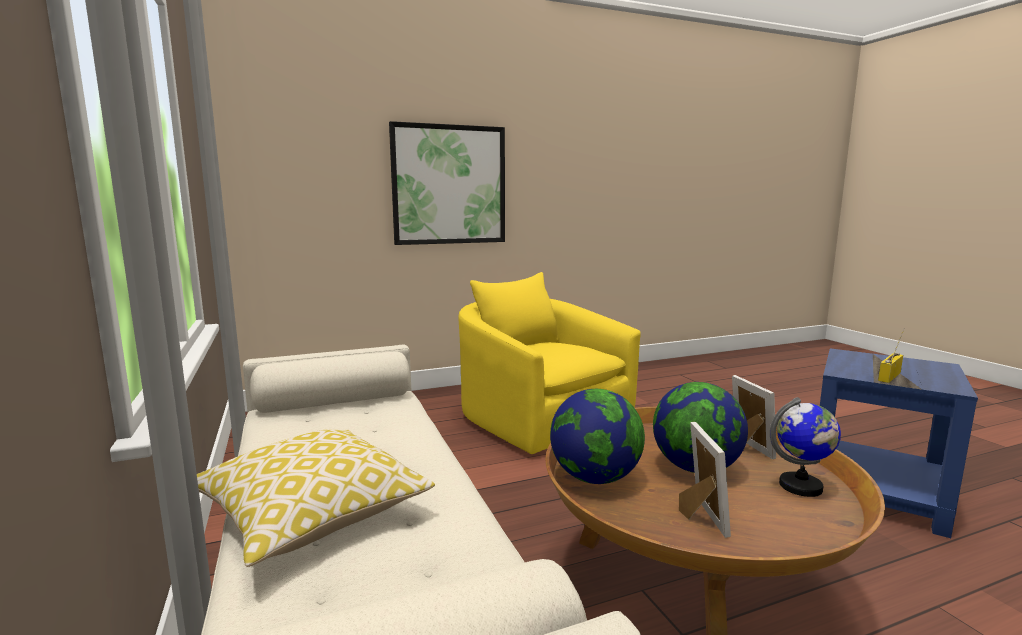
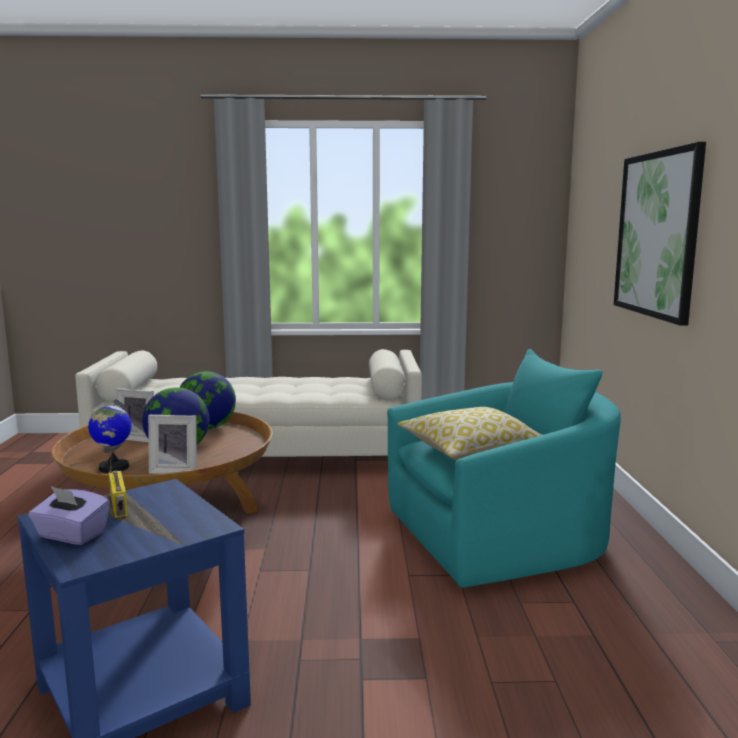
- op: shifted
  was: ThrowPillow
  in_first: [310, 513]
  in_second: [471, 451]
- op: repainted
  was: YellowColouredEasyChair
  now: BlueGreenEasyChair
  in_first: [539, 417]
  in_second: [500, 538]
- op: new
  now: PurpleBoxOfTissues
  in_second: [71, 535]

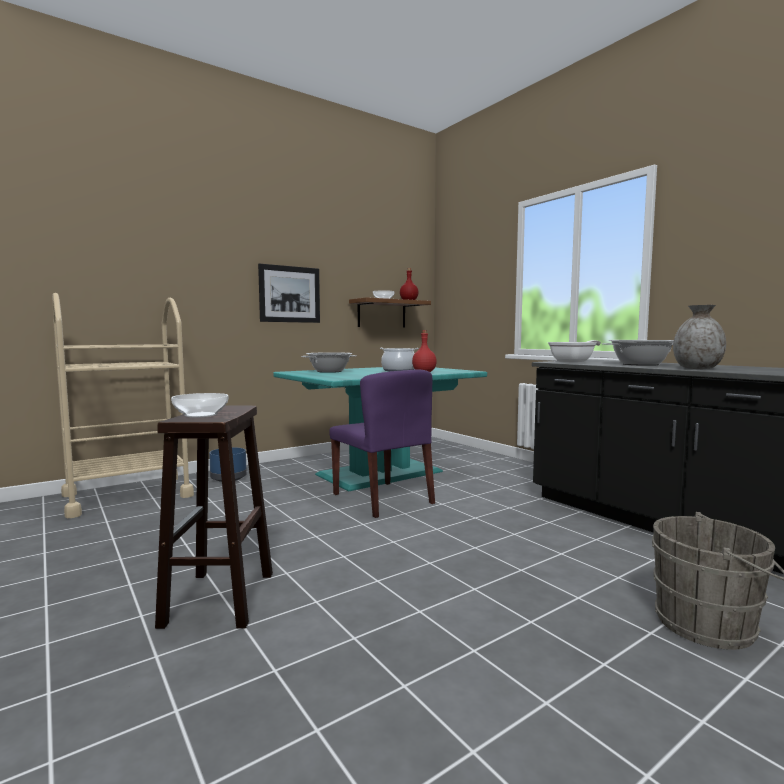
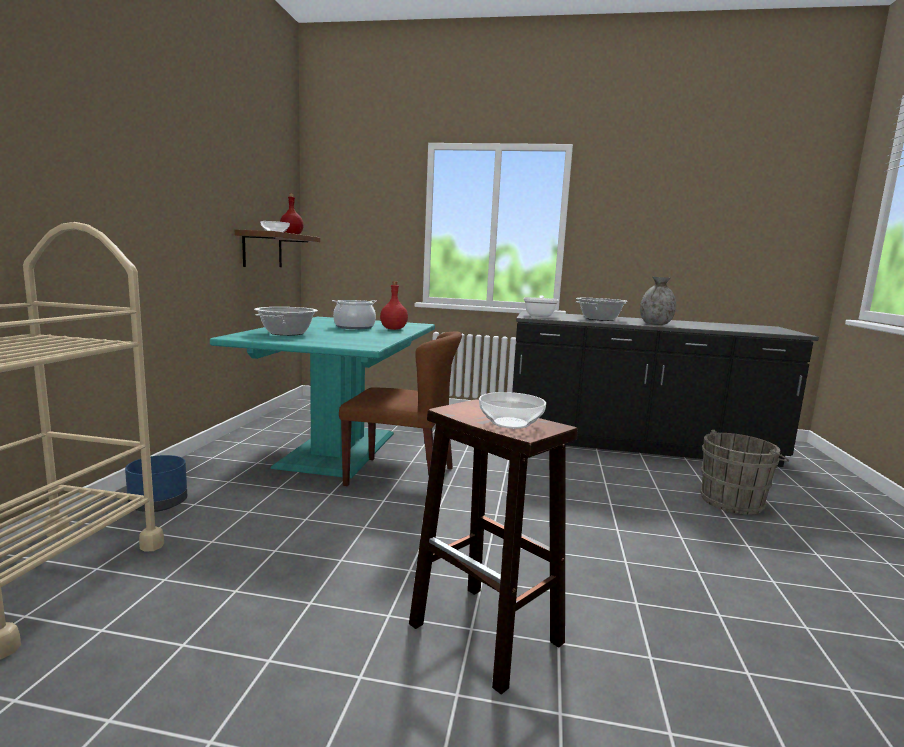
- op: gone
  was: WallPicture
  in_first: [290, 294]
- op: repainted
  was: PurplePlainChair
  now: BrownPlainChair
  in_first: [383, 499]
  in_second: [401, 476]

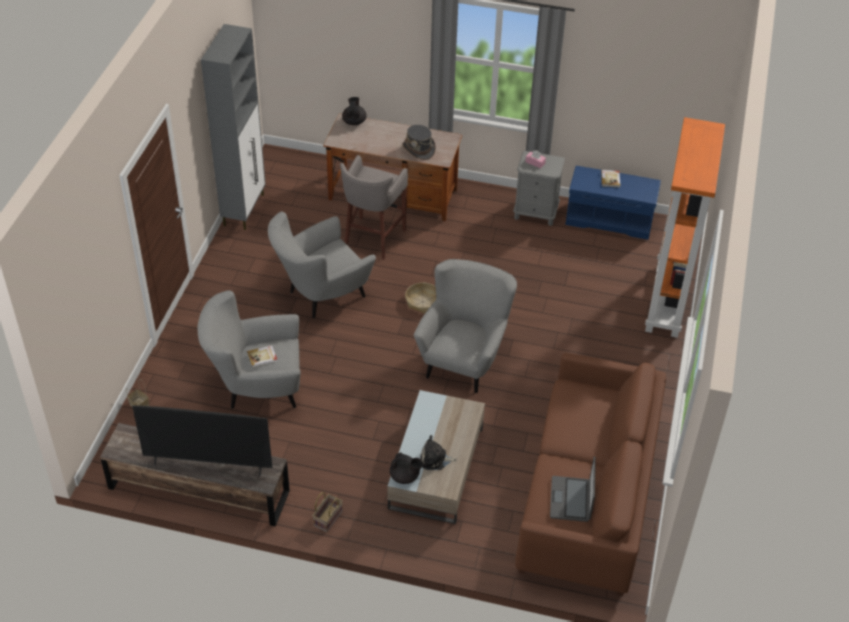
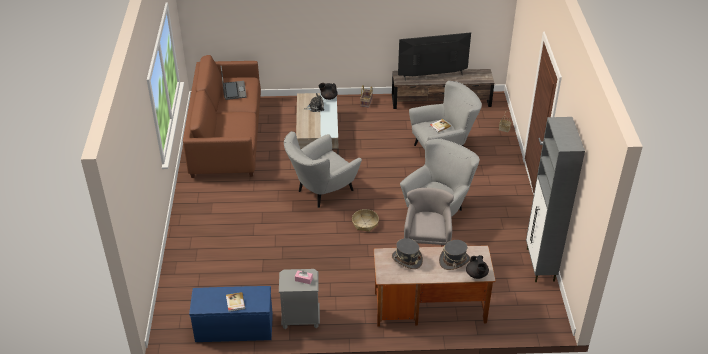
- op: rotated
  was: GrayEasyChair
  in_first: [464, 359]
  in_second: [321, 192]
  clockwise: 45
- op: gone
  was: OrangeyShelvingUnit
  in_first: [667, 301]
- op: new
  now: GrayWearableHat
  in_second: [454, 260]

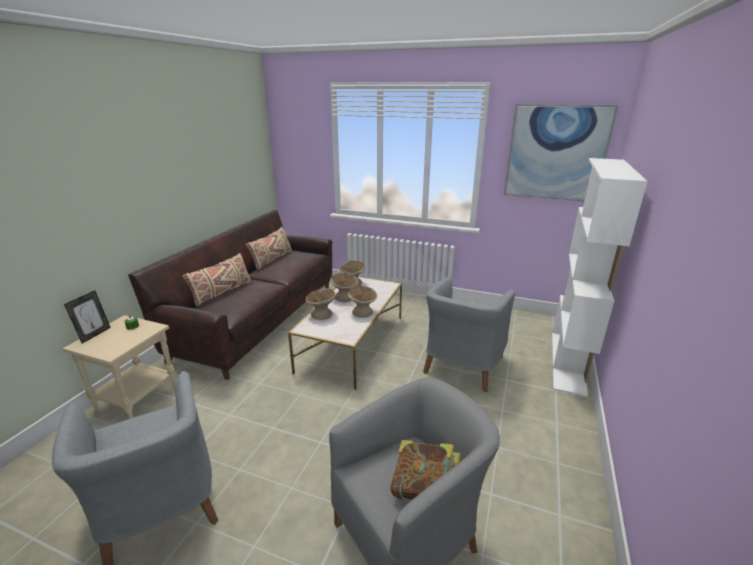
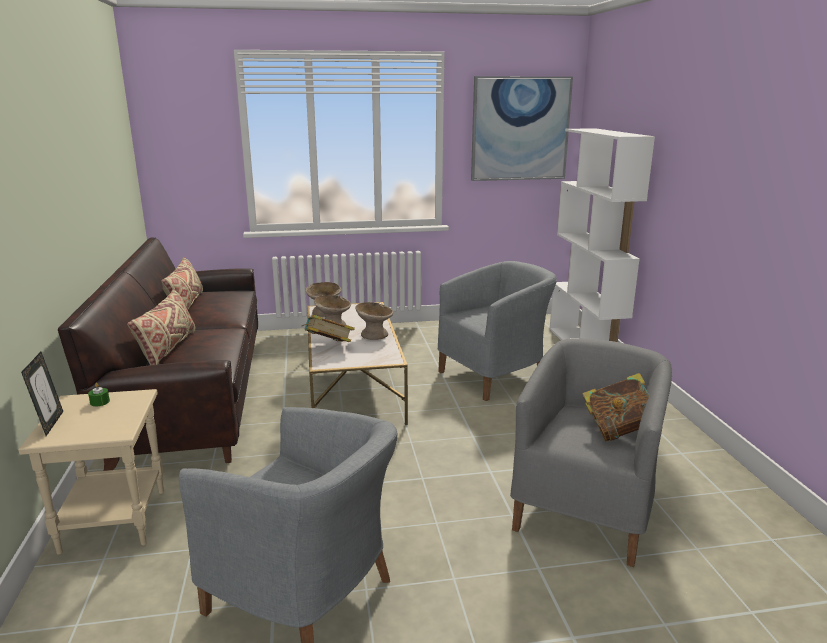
- op: swapped
  was: SandColouredDeepDish
  now: Book
  in_first: [322, 314]
  in_second: [328, 347]
- op: rotated
  was: GrayEasyChair
  in_first: [462, 366]
  in_second: [495, 375]
  clockwise: -120

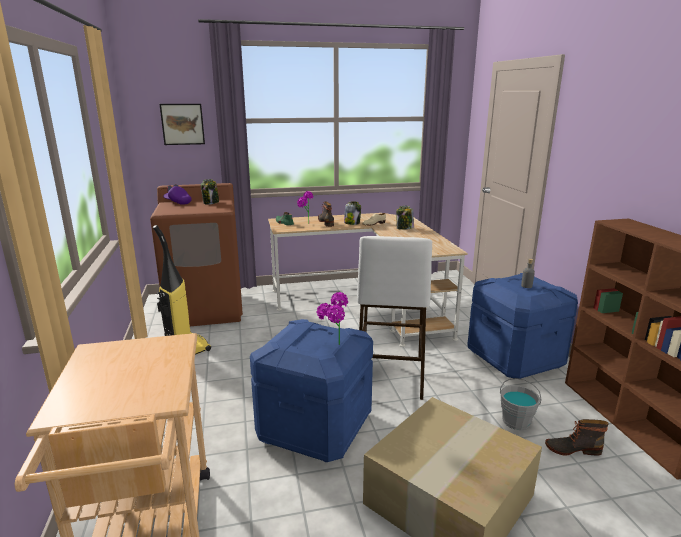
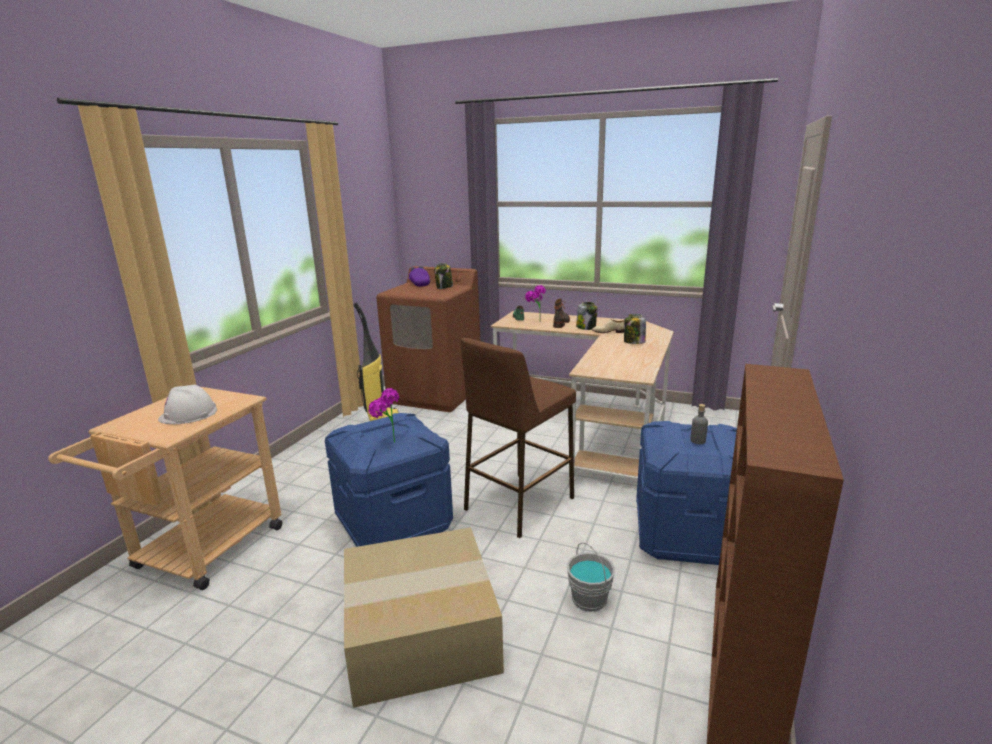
- op: gone
  was: WallPicture
  in_first: [182, 124]
- op: repainted
  was: WhitishSittingStool
  now: BrownSittingStool
  in_first: [390, 375]
  in_second: [519, 504]
- op: gone
  was: TallBoot
  in_first: [572, 449]
- op: new
  now: WhitishHardHat
  in_second: [188, 414]

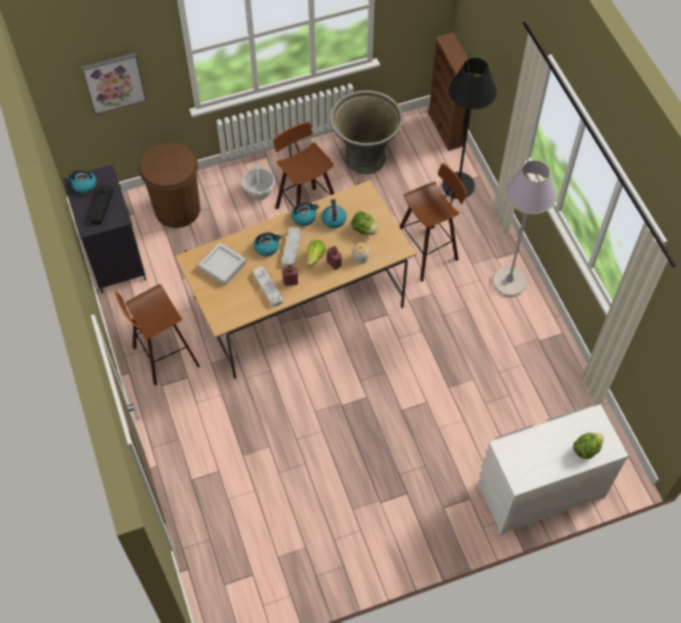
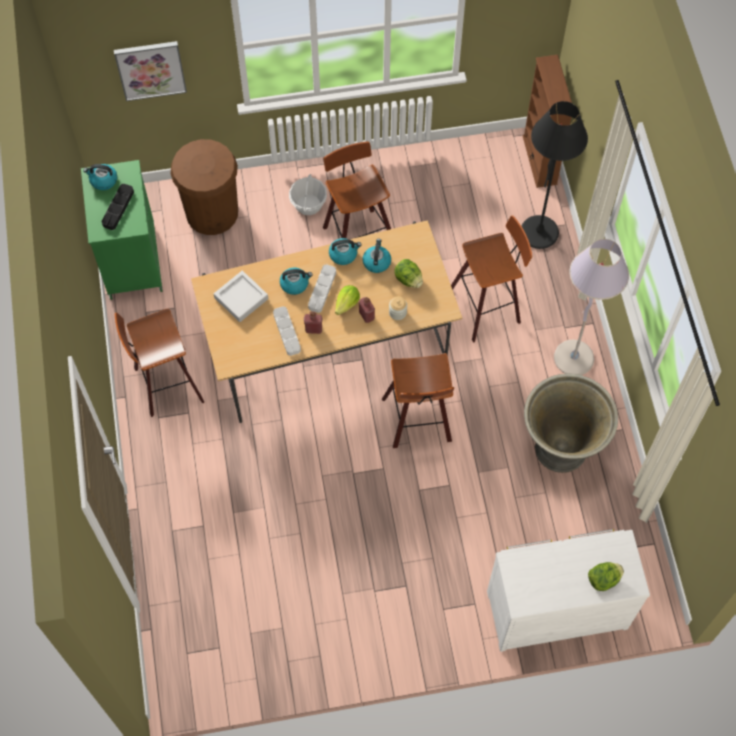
- op: repainted
  was: BlackishCabinet
  now: GreenCabinet
  in_first: [114, 257]
  in_second: [131, 258]
- op: shifted
  was: GrayPlantPot
  in_first: [365, 158]
  in_second: [561, 447]
- op: new
  now: SittingStool
  in_second: [419, 422]

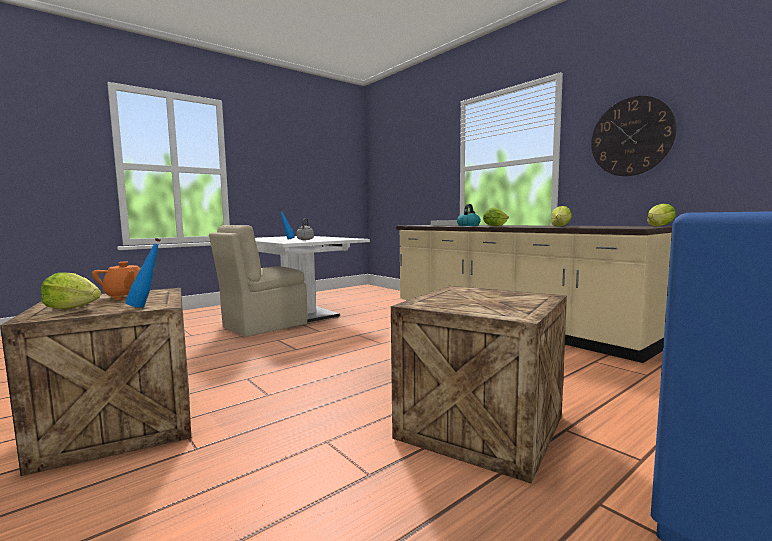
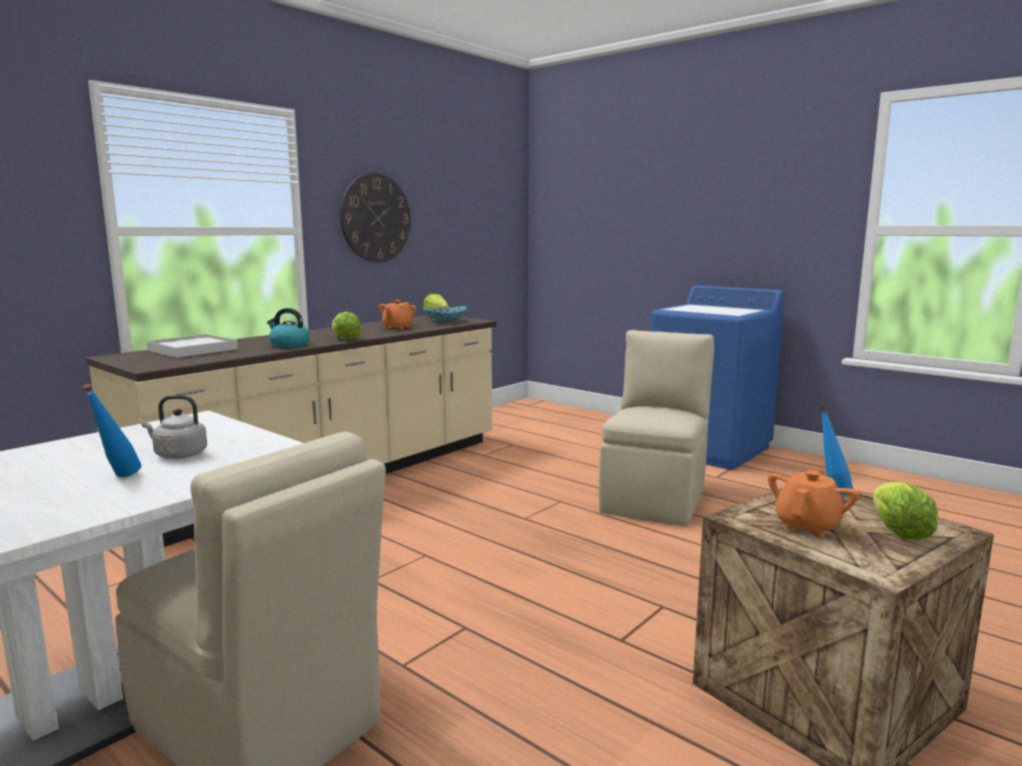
- op: swapped
  was: ShippingCrate
  now: SandColouredPlainChair
  in_first: [482, 428]
  in_second: [655, 499]
- op: swapped
  was: HeadOfLettuce
  now: OrangeyPotForTea
  in_first: [560, 226]
  in_second: [398, 327]
- op: new
  now: DeepDish
  in_second: [445, 322]

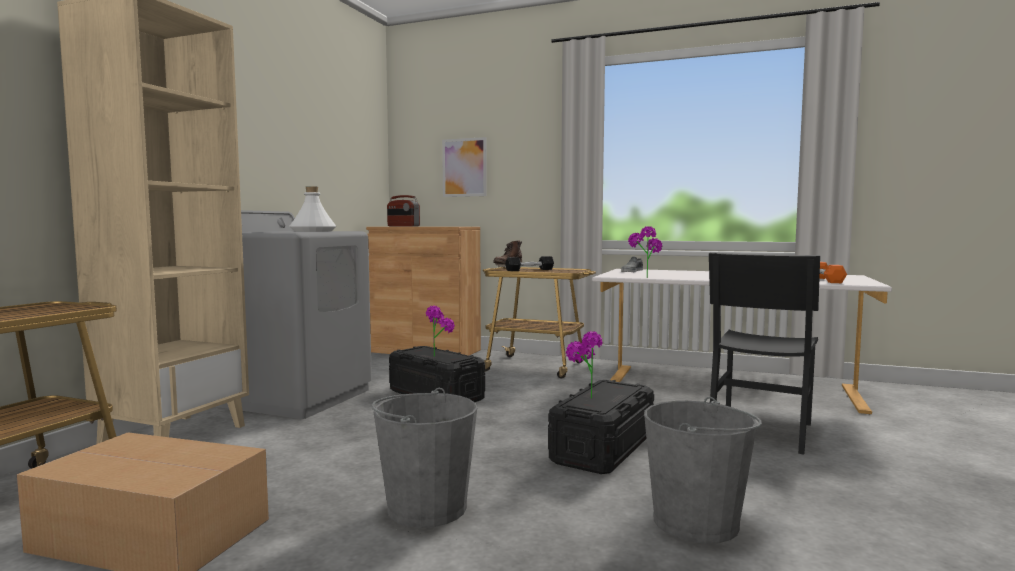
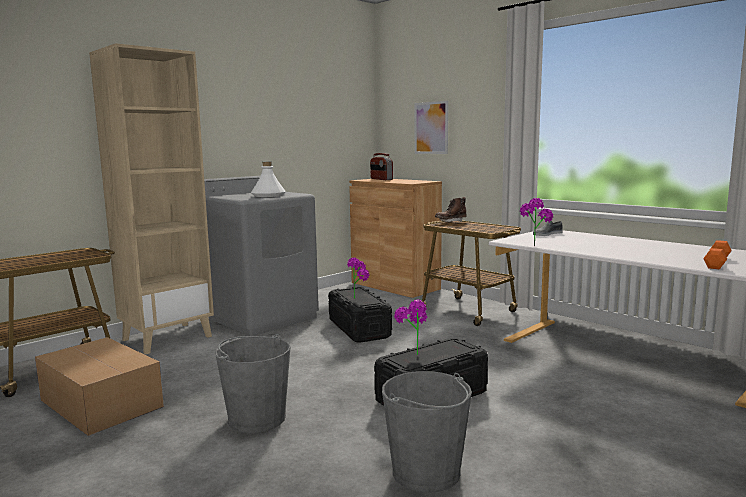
- op: gone
  was: BlackishHandWeight
  in_first: [530, 270]
- op: gone
  was: BlackishPlainChair
  in_first: [760, 430]

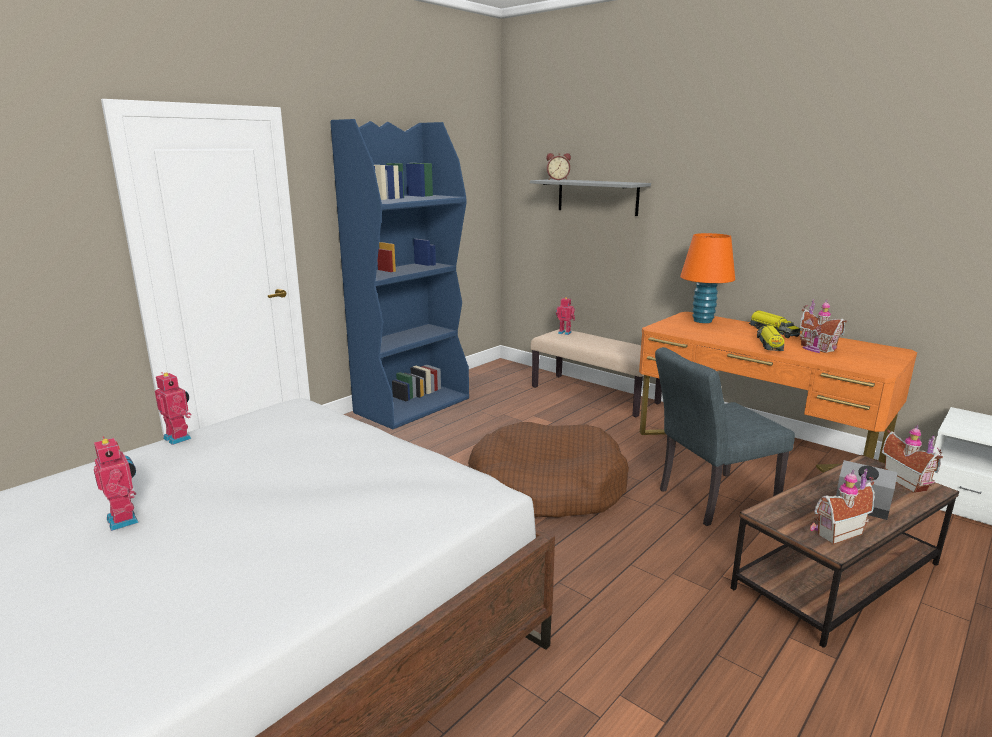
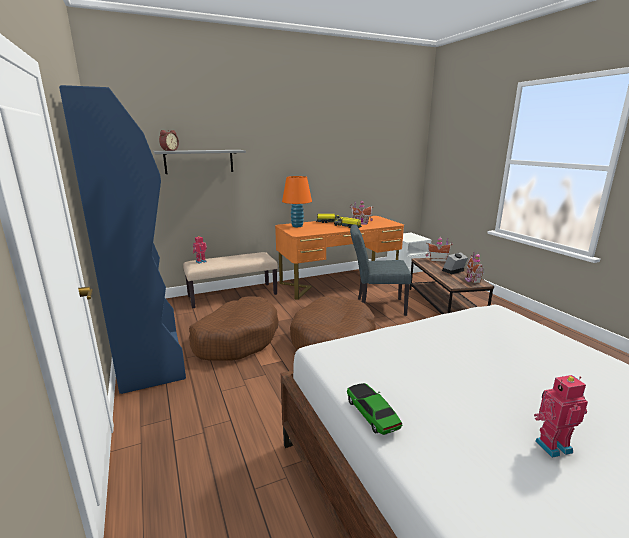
- op: swapped
  was: ModelRobot
  now: ToyCar
  in_first: [179, 438]
  in_second: [372, 415]
- op: rotated
  was: GrayPlainChair
  in_first: [709, 500]
  in_second: [376, 306]
  clockwise: 90
- op: new
  now: BrownDogCushion
  in_second: [236, 339]

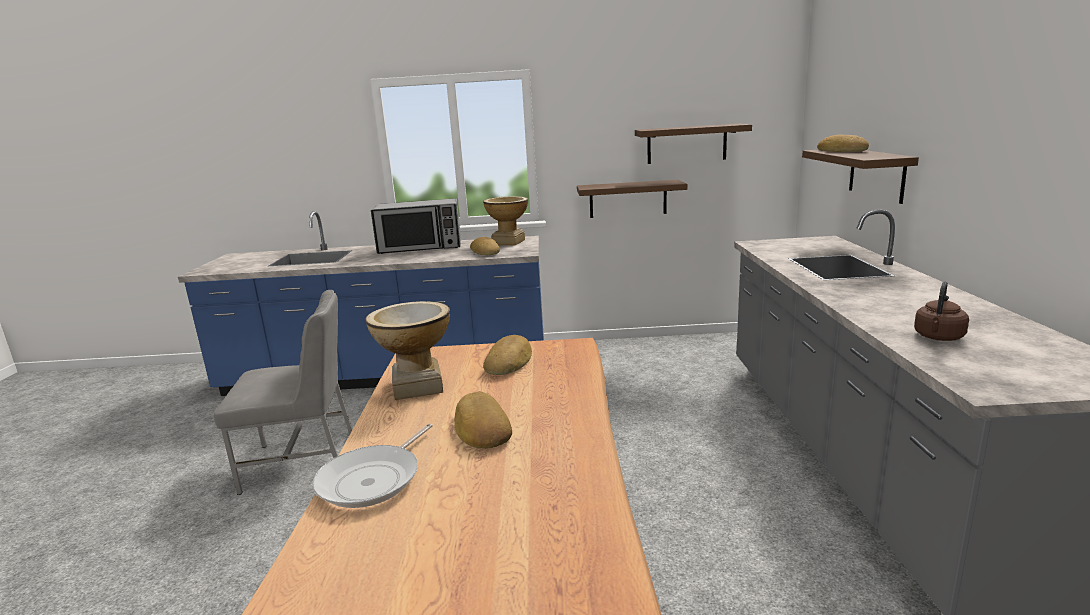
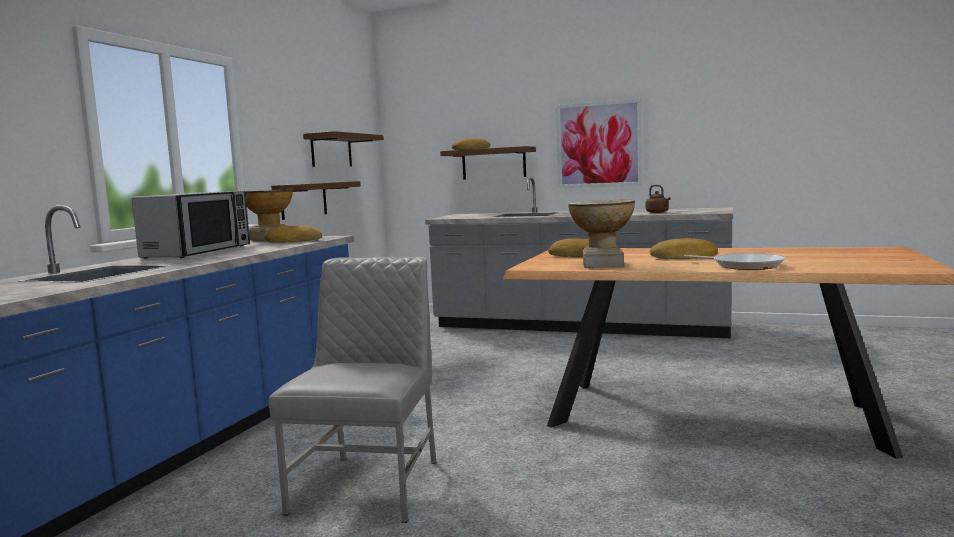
- op: new
  now: WallPicture
  in_second: [598, 144]

